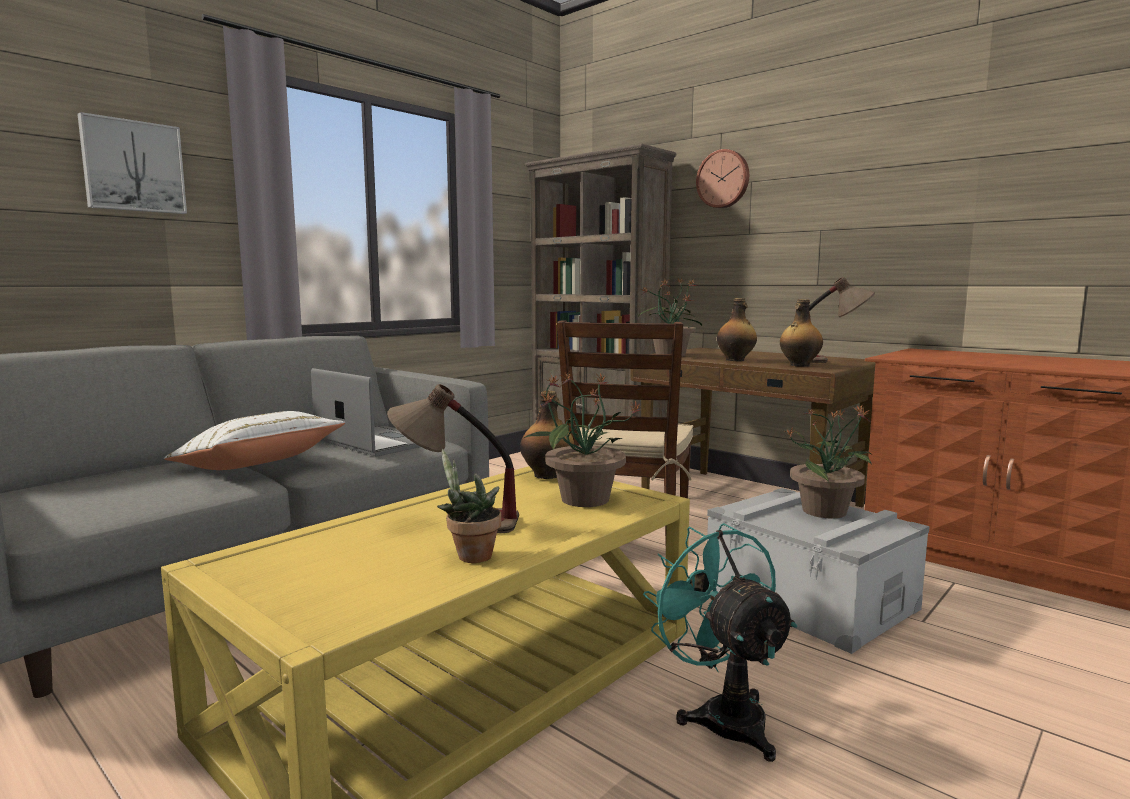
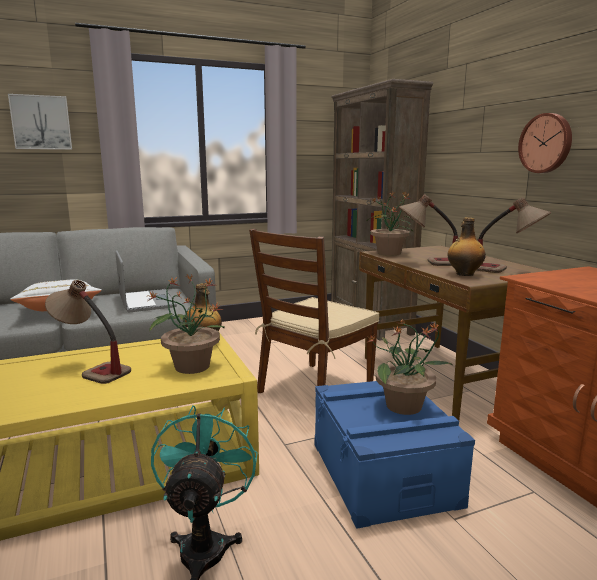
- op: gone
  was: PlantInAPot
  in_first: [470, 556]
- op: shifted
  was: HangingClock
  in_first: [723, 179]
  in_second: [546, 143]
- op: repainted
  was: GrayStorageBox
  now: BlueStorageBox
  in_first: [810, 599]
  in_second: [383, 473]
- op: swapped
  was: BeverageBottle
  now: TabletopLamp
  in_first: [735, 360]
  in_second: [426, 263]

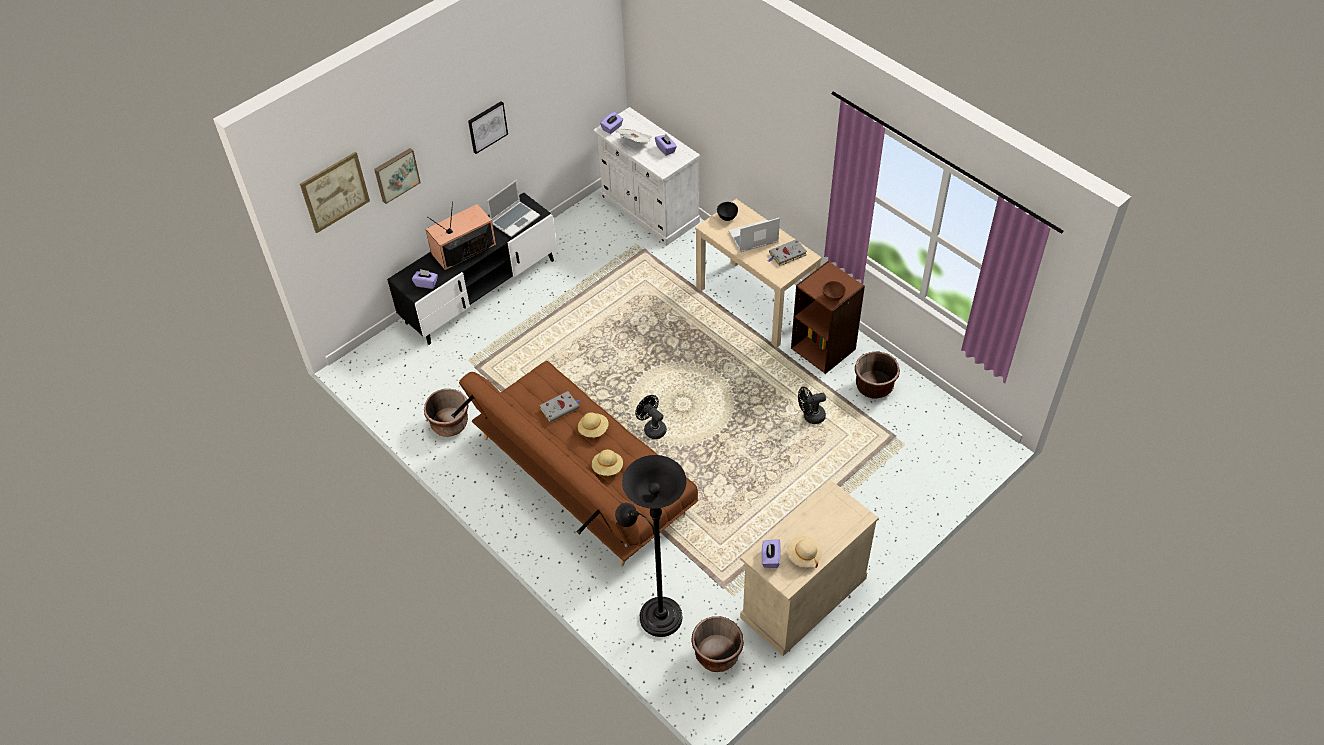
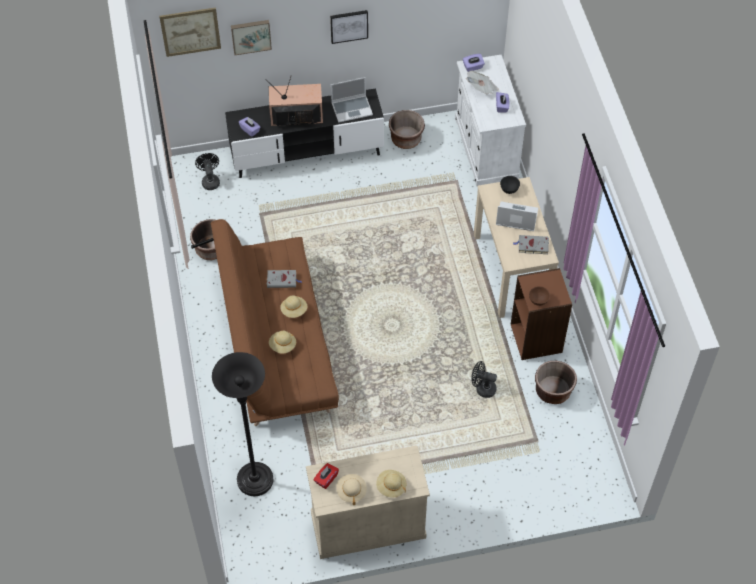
- op: shifted
  was: BlackishCoolingFan
  in_first: [652, 428]
  in_second: [210, 180]
- op: shifted
  was: BrownPlantPot
  in_first: [717, 654]
  in_second: [406, 139]
- op: repainted
  was: PurpleBoxOfTissues
  now: RedBoxOfTissues
  in_first: [770, 558]
  in_second: [326, 479]
- op: new
  now: SandColouredWearableHat
  in_second: [391, 487]

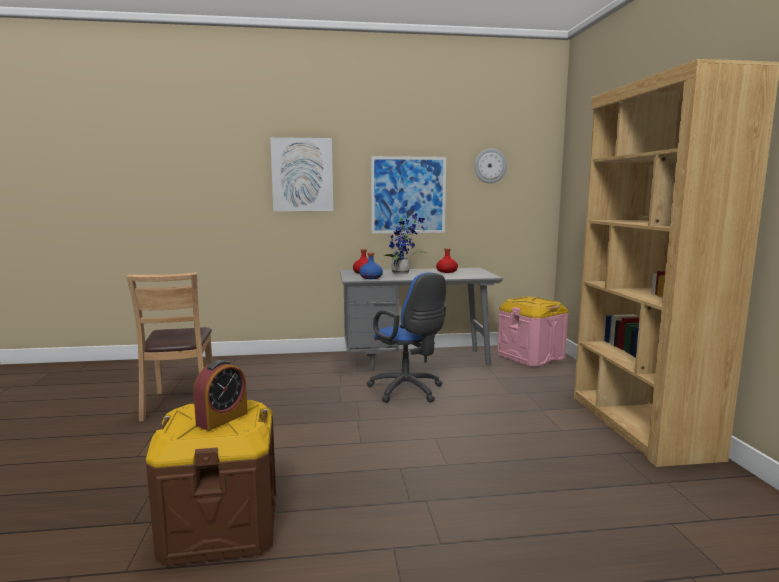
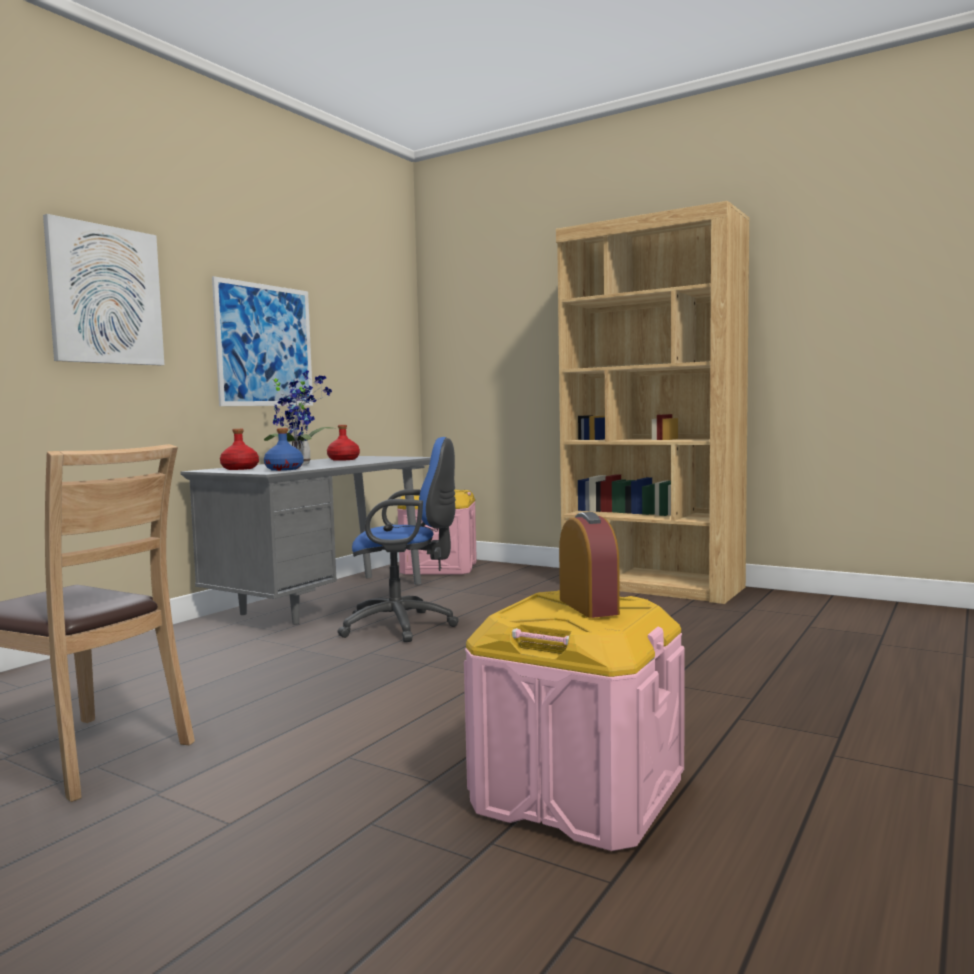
- op: repainted
  was: BrownStorageBox
  now: PinkColouredStorageBox
  in_first: [221, 526]
  in_second: [577, 794]
- op: gone
  was: HangingClock
  in_first: [490, 166]

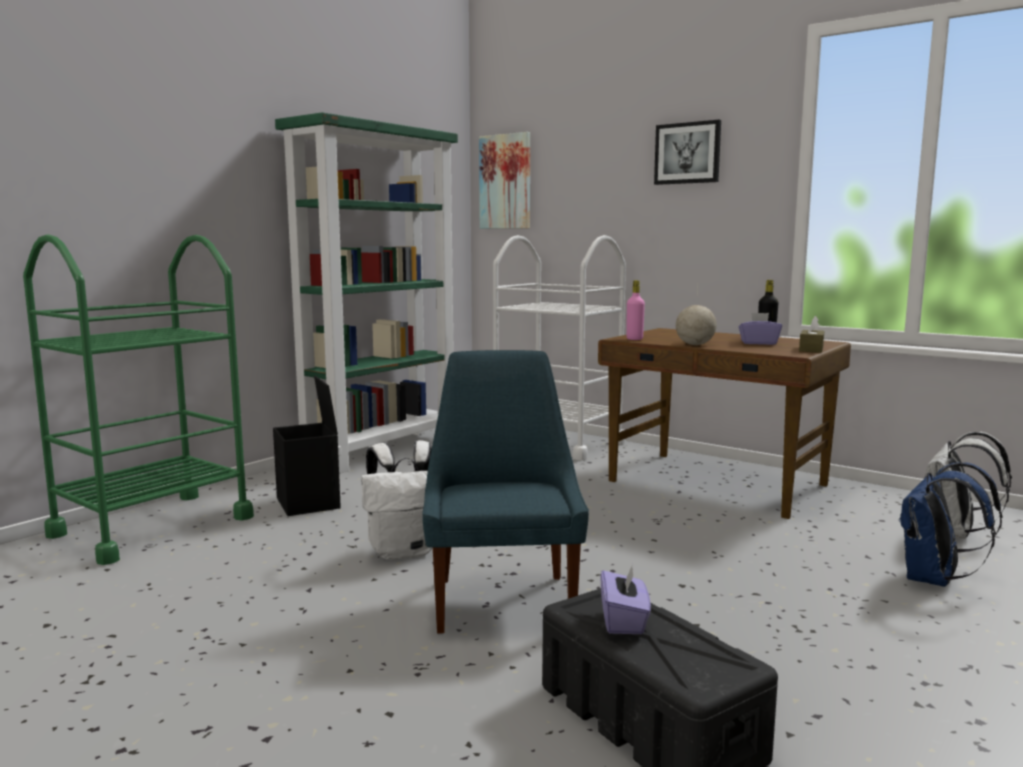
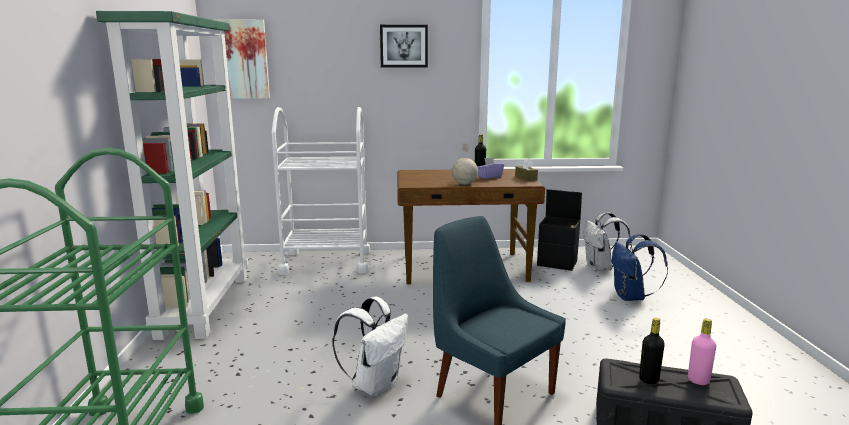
- op: shifted
  was: BlackishStorageBox
  in_first: [309, 503]
  in_second: [558, 263]
- op: swapped
  was: PurpleBoxOfTissues
  now: BlackishBeverageBottle
  in_first: [624, 621]
  in_second: [649, 379]
- op: shifted
  was: PinkColouredBeverageBottle
  in_first: [634, 339]
  in_second: [698, 380]

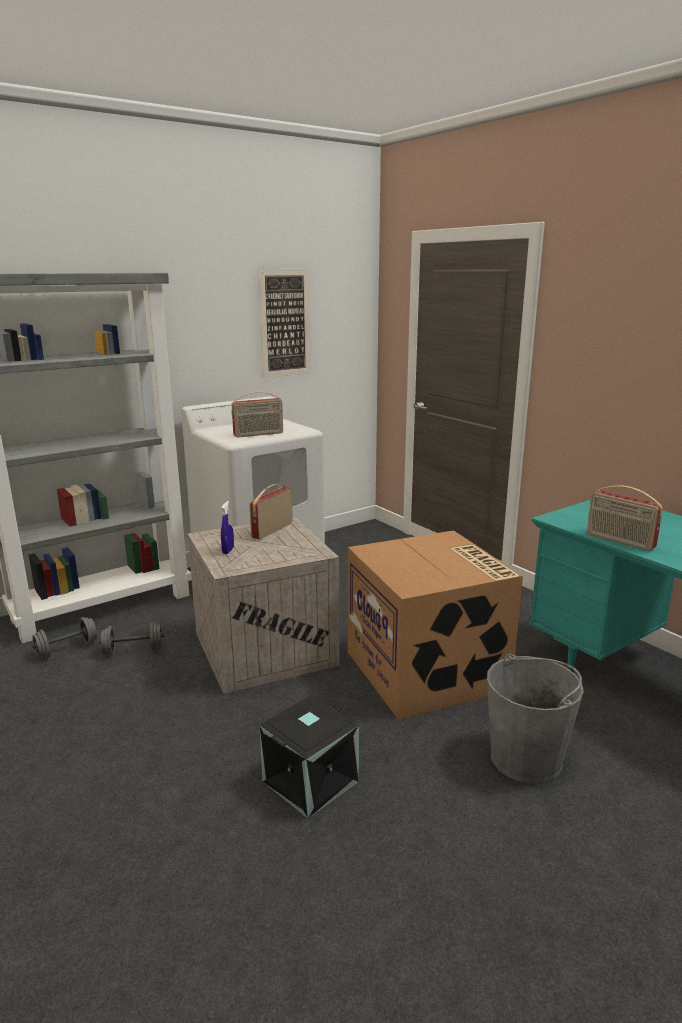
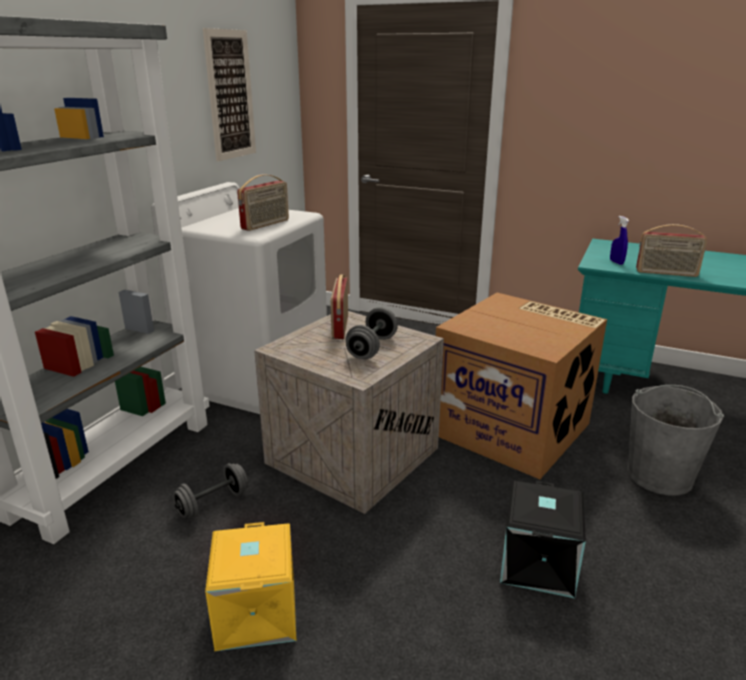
- op: shifted
  was: GrayHandWeight
  in_first: [67, 649]
  in_second: [372, 348]
- op: shifted
  was: BlueSprayer
  in_first: [228, 551]
  in_second: [616, 262]
- op: new
  now: YellowColouredStorageBox
  in_second: [254, 613]

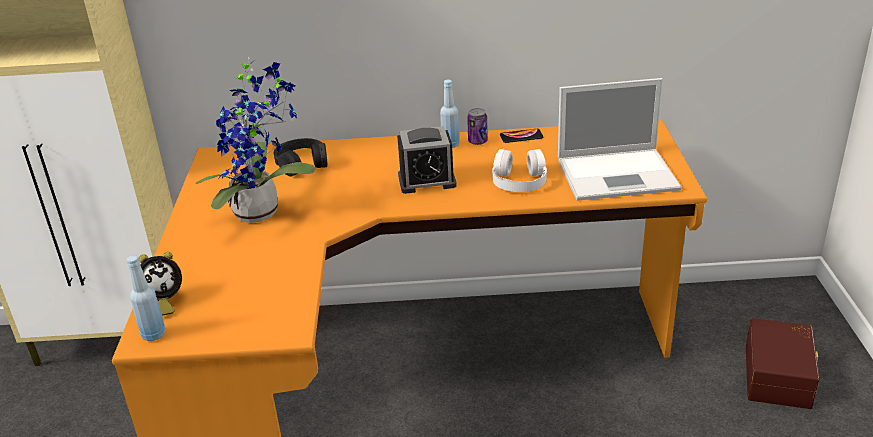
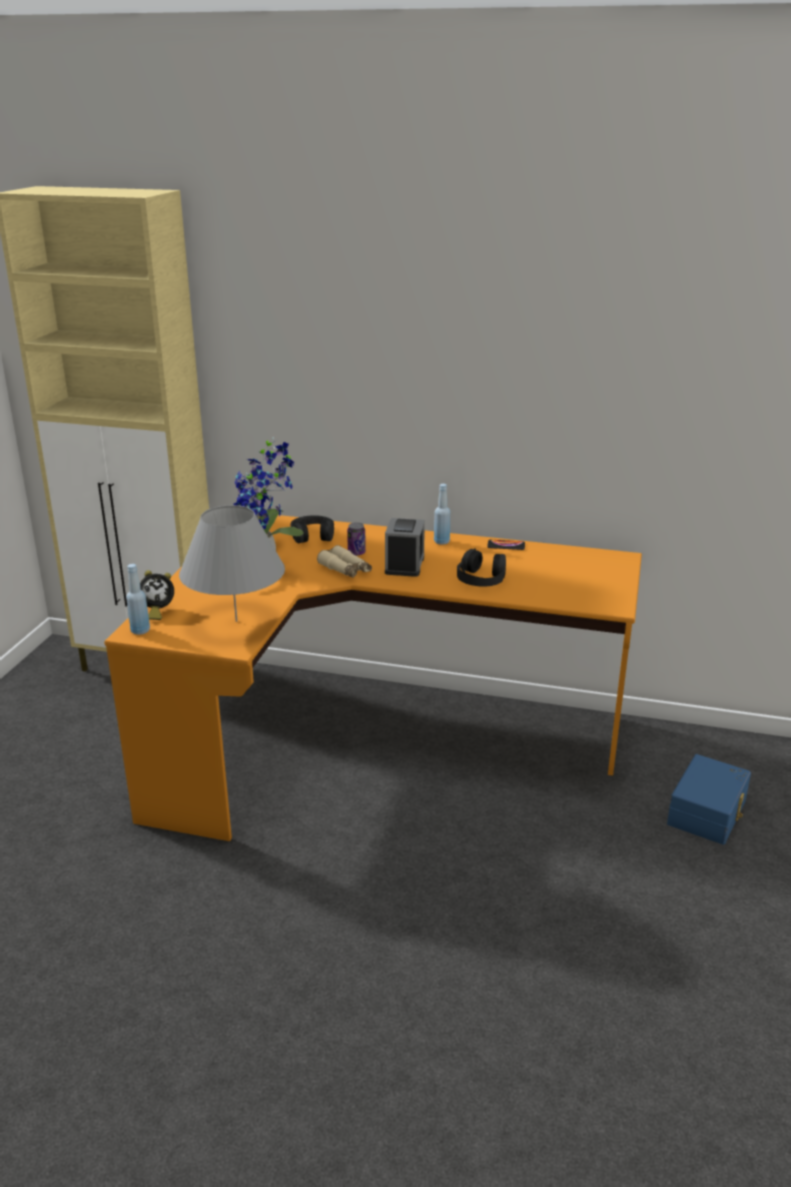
- op: rotated
  was: BedsideClock
  in_first: [427, 181]
  in_second: [404, 565]
  clockwise: -90
- op: shifted
  was: SealedCan
  in_first: [477, 141]
  in_second: [356, 553]
- op: repainted
  was: WhitishHeadset
  now: BlackishHeadset
  in_first: [519, 180]
  in_second: [481, 578]
- op: gone
  was: PortableComputer
  in_first: [619, 174]
- op: repainted
  was: BrownStorageBox
  now: BlueStorageBox
  in_first: [780, 376]
  in_second: [709, 813]
- op: new
  now: GrayTabletopLamp
  in_second: [236, 621]
- op: new
  now: SandColouredPairOfBinoculars
  in_second: [345, 569]

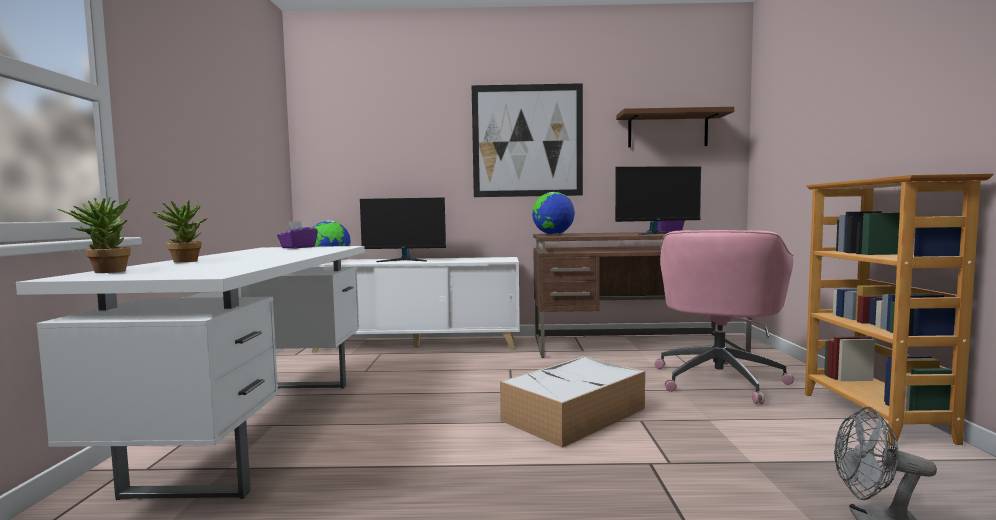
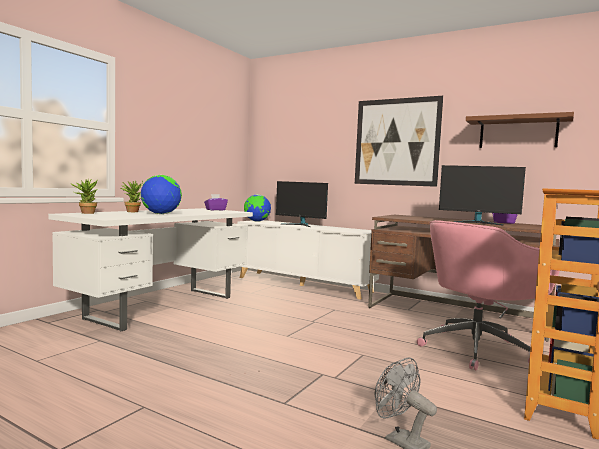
- op: gone
  was: StorageBox
  in_first: [573, 415]
- op: shifted
  was: WorldGlobe
  in_first: [553, 234]
  in_second: [161, 214]

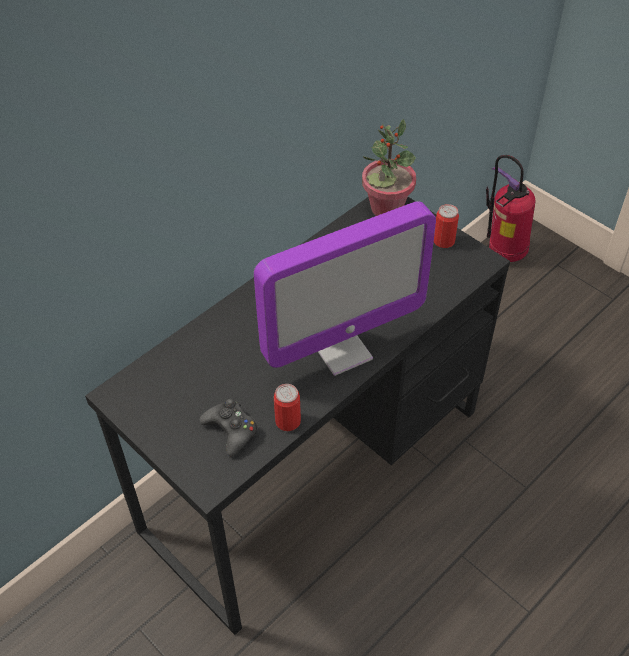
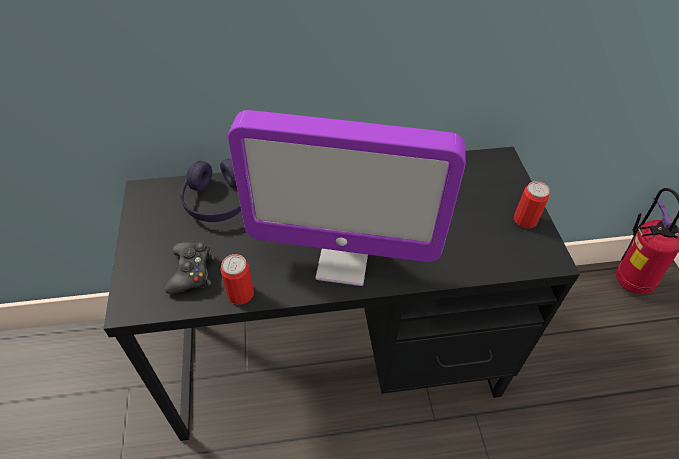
- op: gone
  was: PlantInAPot
  in_first: [386, 208]
- op: new
  now: PurpleHeadset
  in_second: [218, 200]

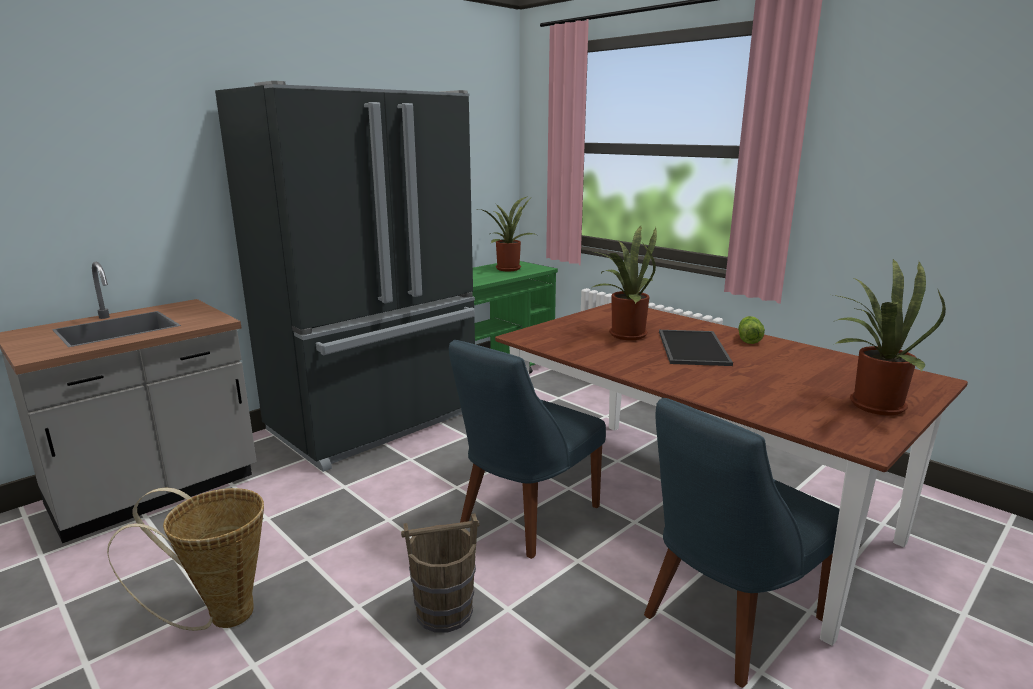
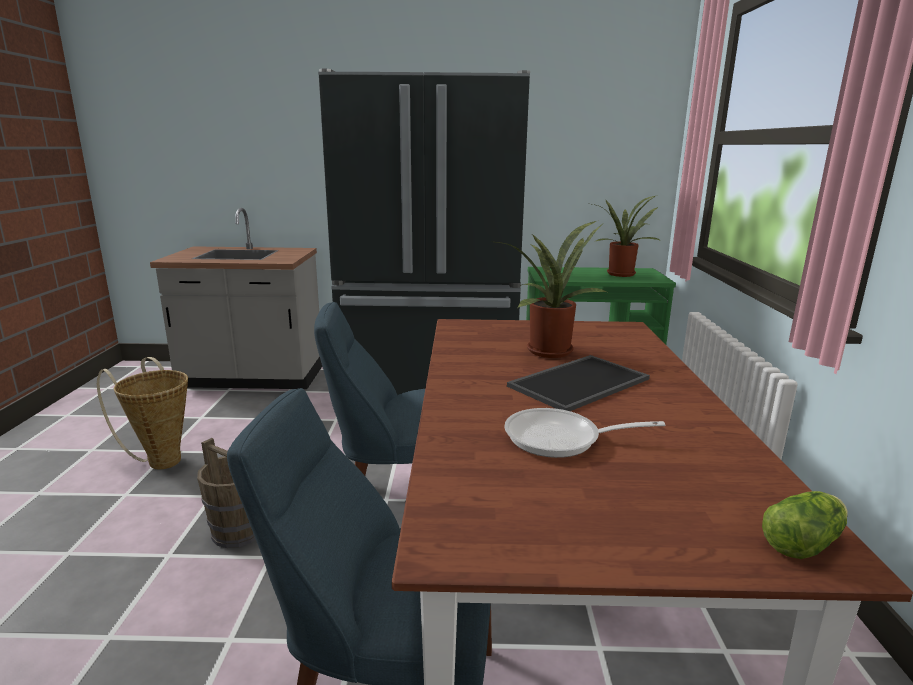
- op: shifted
  was: HeadOfLettuce
  in_first: [749, 339]
  in_second: [805, 542]
- op: gone
  was: PlantInAPot
  in_first: [870, 405]
- op: new
  now: Pan
  in_second: [561, 439]

